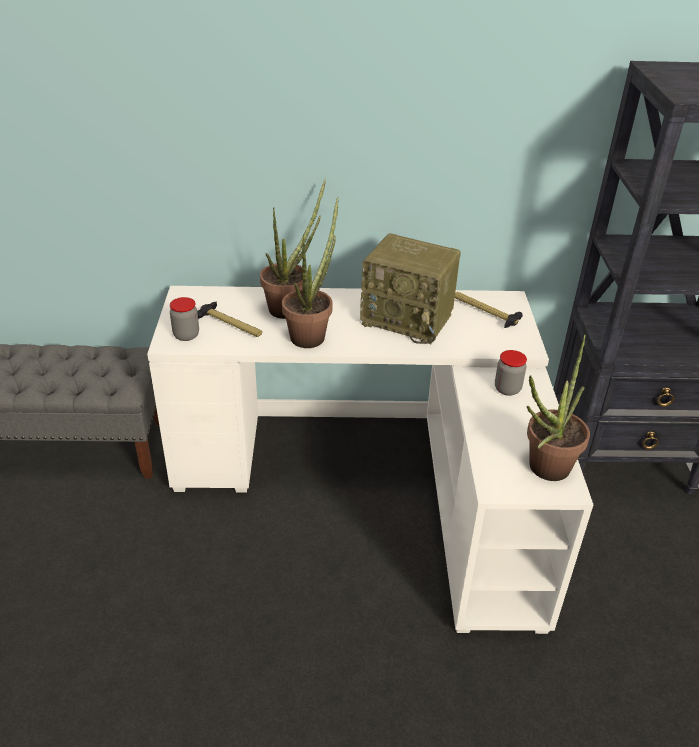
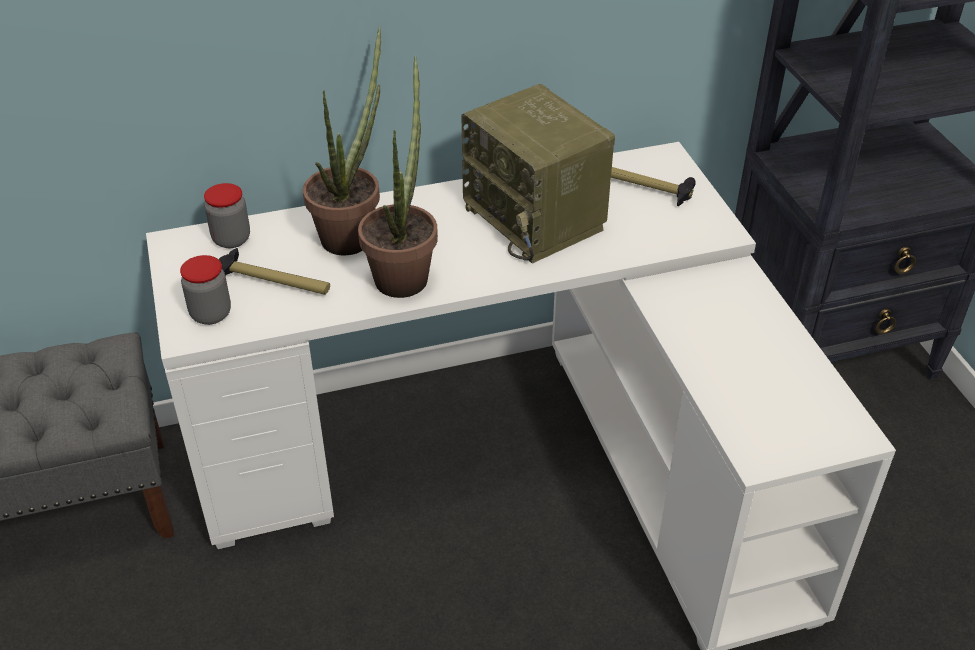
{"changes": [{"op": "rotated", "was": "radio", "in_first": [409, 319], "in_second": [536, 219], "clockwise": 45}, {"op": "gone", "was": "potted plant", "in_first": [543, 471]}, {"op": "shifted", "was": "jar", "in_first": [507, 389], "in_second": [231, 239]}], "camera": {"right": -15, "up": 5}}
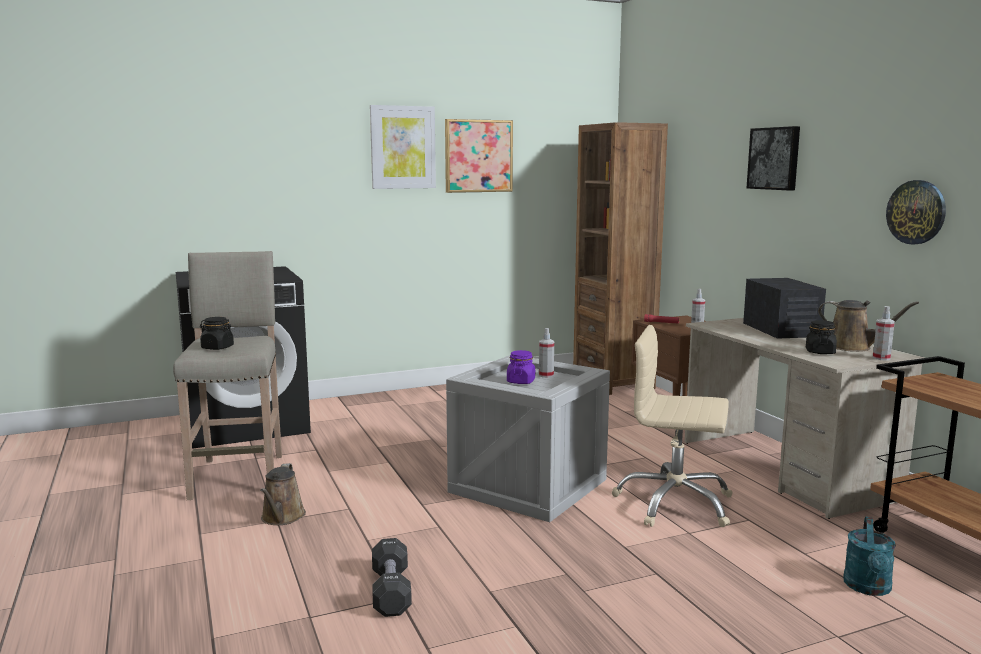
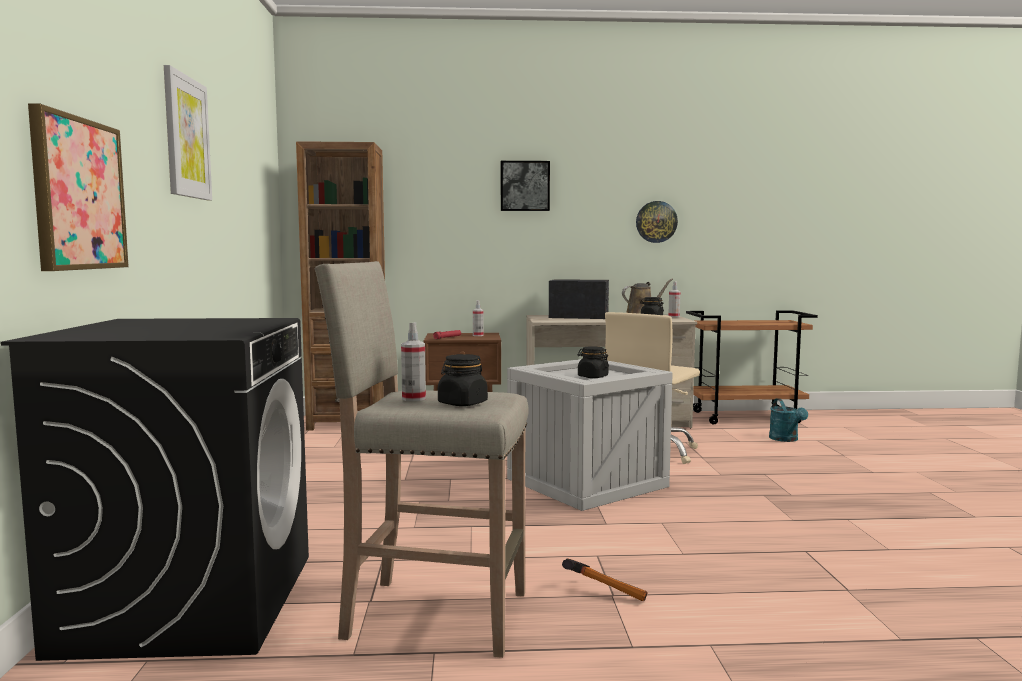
{"changes": [{"op": "shifted", "was": "picture", "in_first": [478, 156], "in_second": [78, 194]}, {"op": "shifted", "was": "spray bottle", "in_first": [546, 375], "in_second": [414, 398]}, {"op": "repainted", "was": "purple jar", "now": "black jar", "in_first": [521, 381], "in_second": [592, 376]}, {"op": "swapped", "was": "brown watering can", "now": "hammer", "in_first": [282, 518], "in_second": [605, 592]}, {"op": "rotated", "was": "turquoise watering can", "in_first": [868, 588], "in_second": [786, 439], "clockwise": 45}, {"op": "gone", "was": "black dumbbell", "in_first": [391, 591]}], "camera": {"right": -70, "up": -5}}
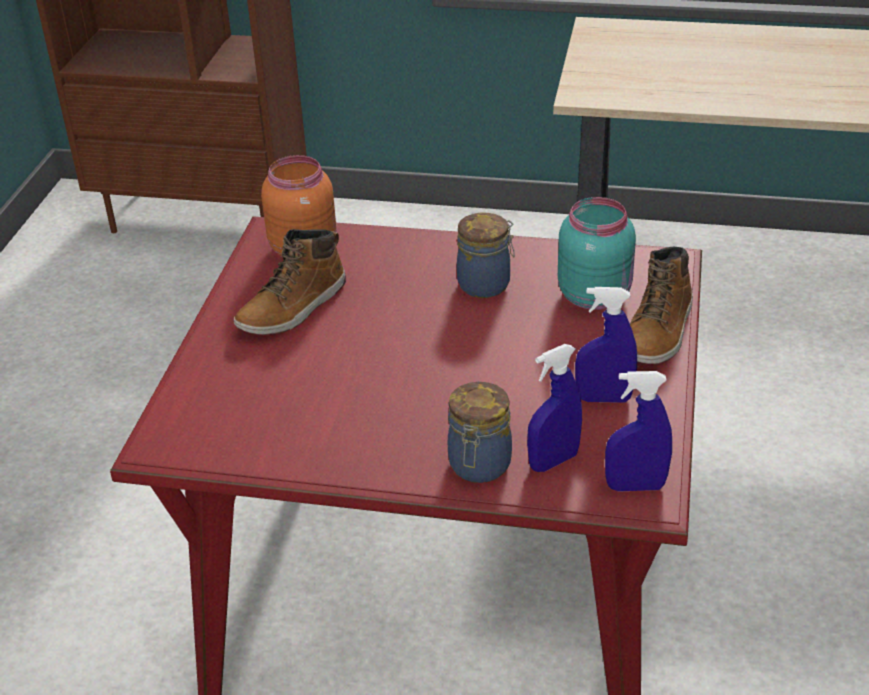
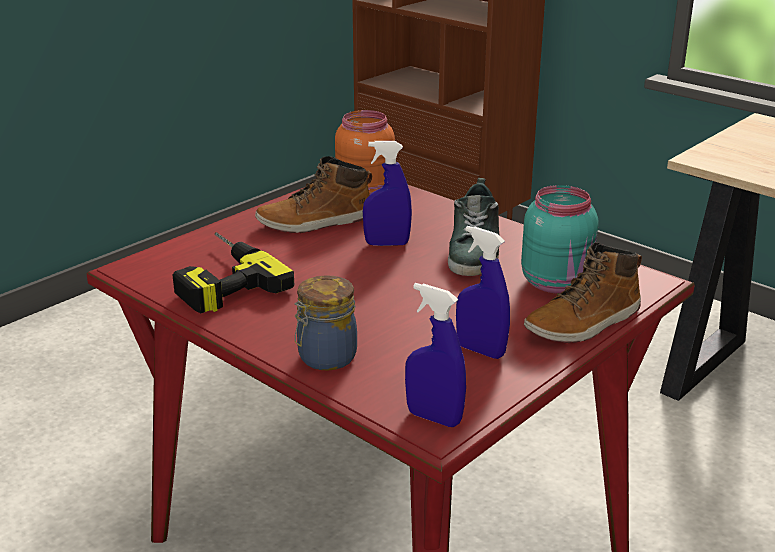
{"changes": [{"op": "swapped", "was": "jar", "now": "shoe", "in_first": [486, 284], "in_second": [475, 250]}, {"op": "shifted", "was": "blue spray bottle", "in_first": [553, 461], "in_second": [387, 244]}, {"op": "new", "now": "power drill", "in_second": [218, 279]}], "camera": {"right": 30, "up": -10}}
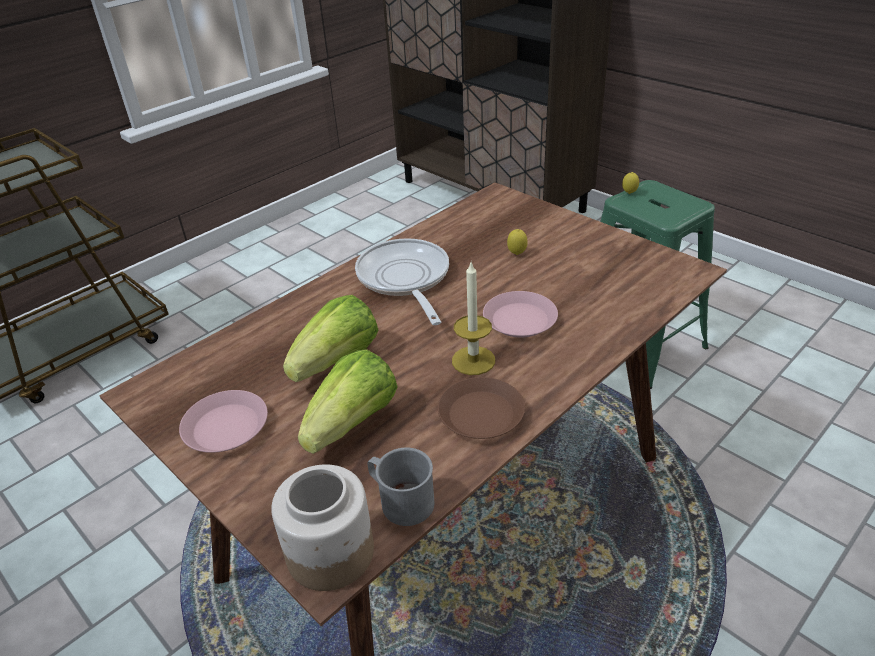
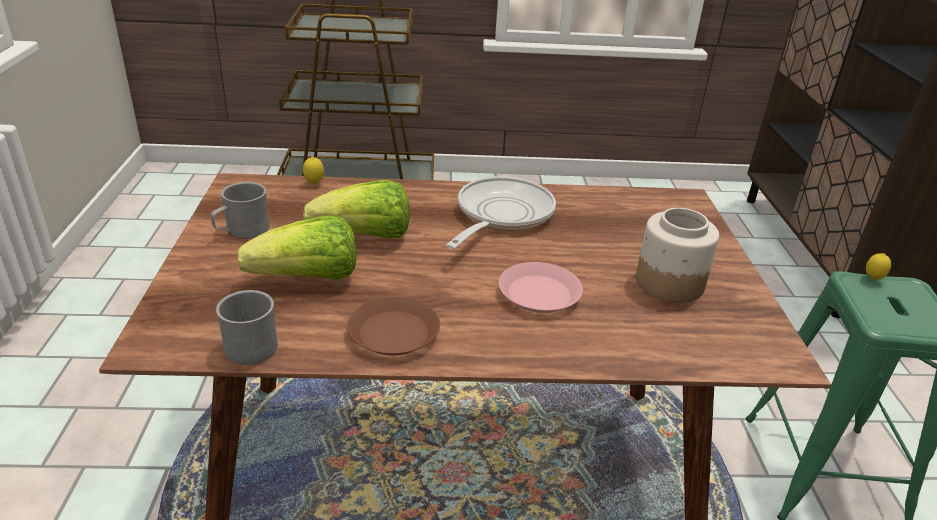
{"changes": [{"op": "shifted", "was": "lemon", "in_first": [517, 254], "in_second": [314, 184]}, {"op": "gone", "was": "candle", "in_first": [473, 360]}, {"op": "swapped", "was": "pink plate", "now": "grey mug", "in_first": [227, 427], "in_second": [242, 231]}, {"op": "shifted", "was": "jar", "in_first": [329, 553], "in_second": [668, 283]}], "camera": {"right": 40, "up": -5}}
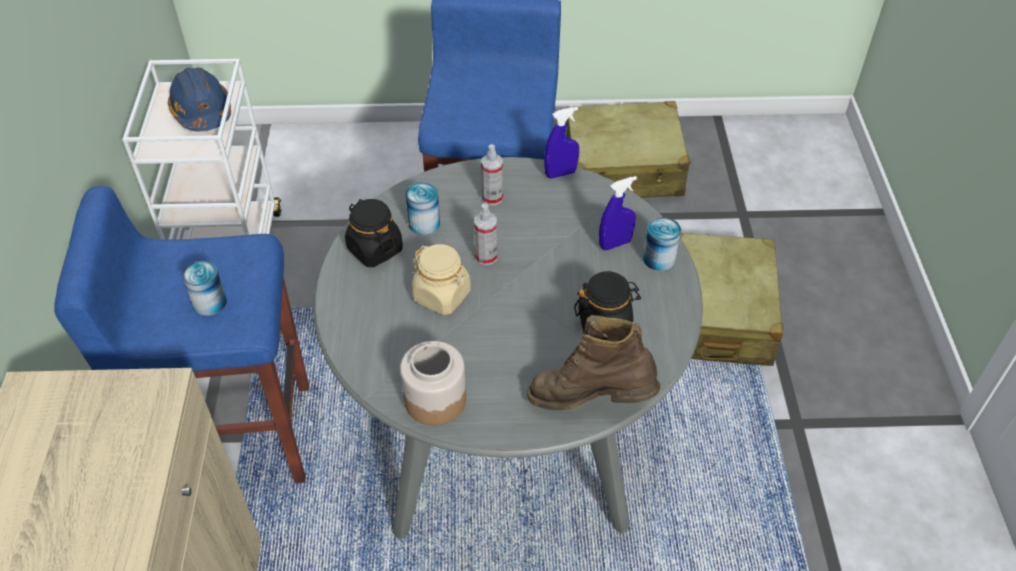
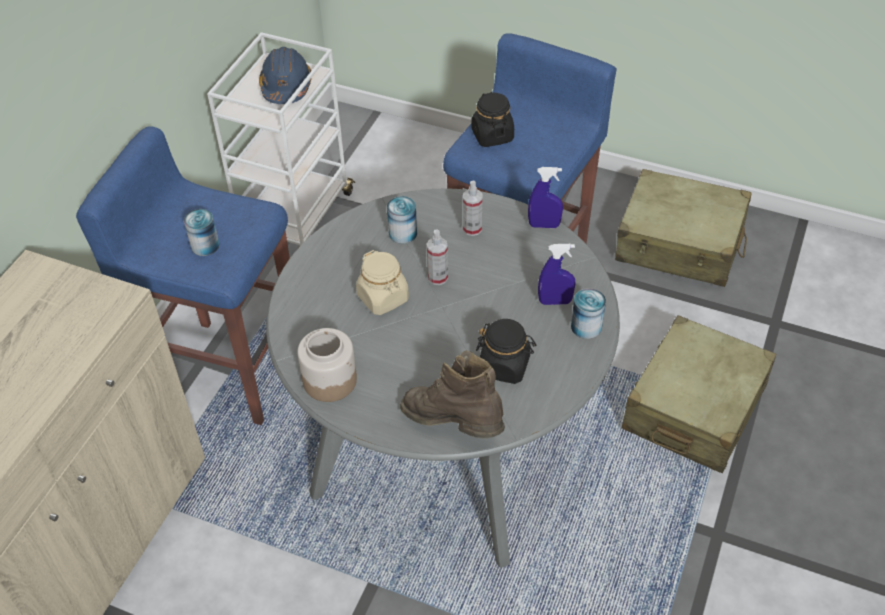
{"changes": [{"op": "shifted", "was": "black jar", "in_first": [374, 249], "in_second": [492, 135]}], "camera": {"right": 25, "up": 0}}
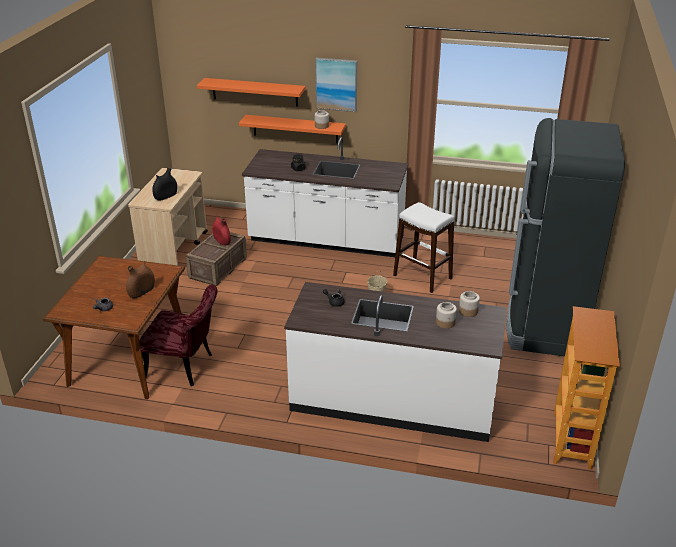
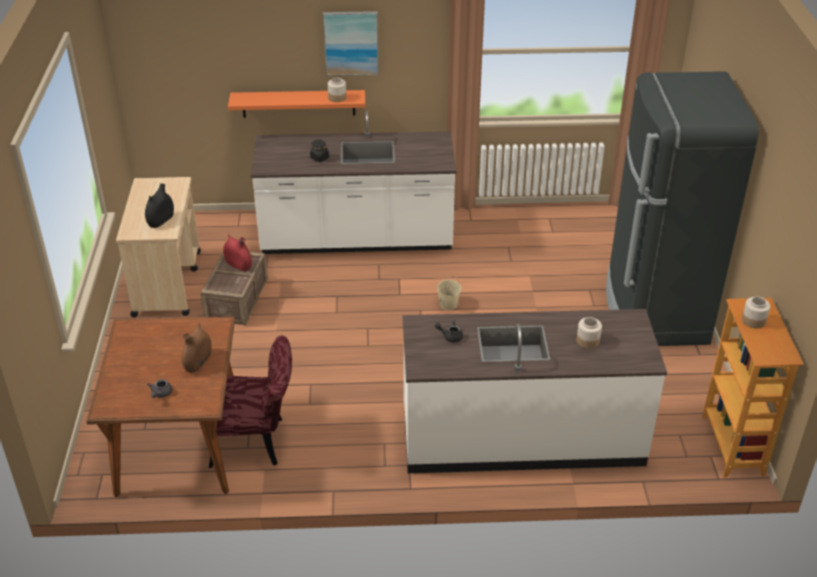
{"changes": [{"op": "gone", "was": "orange shelf", "in_first": [255, 92]}, {"op": "gone", "was": "white stool", "in_first": [422, 277]}, {"op": "shifted", "was": "jar", "in_first": [468, 311], "in_second": [753, 321]}], "camera": {"right": -15, "up": 5}}
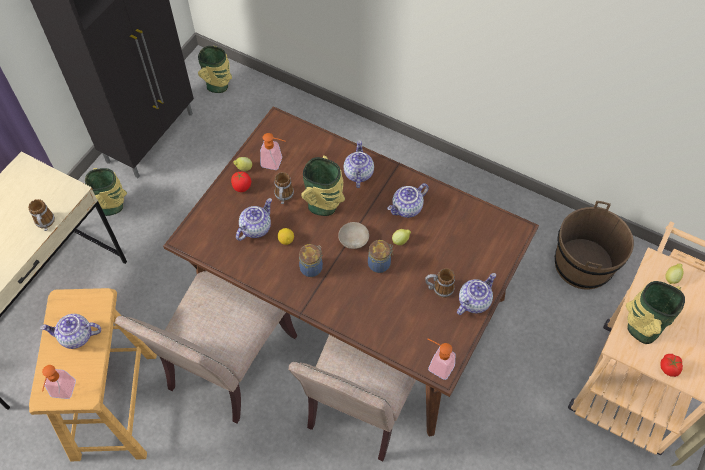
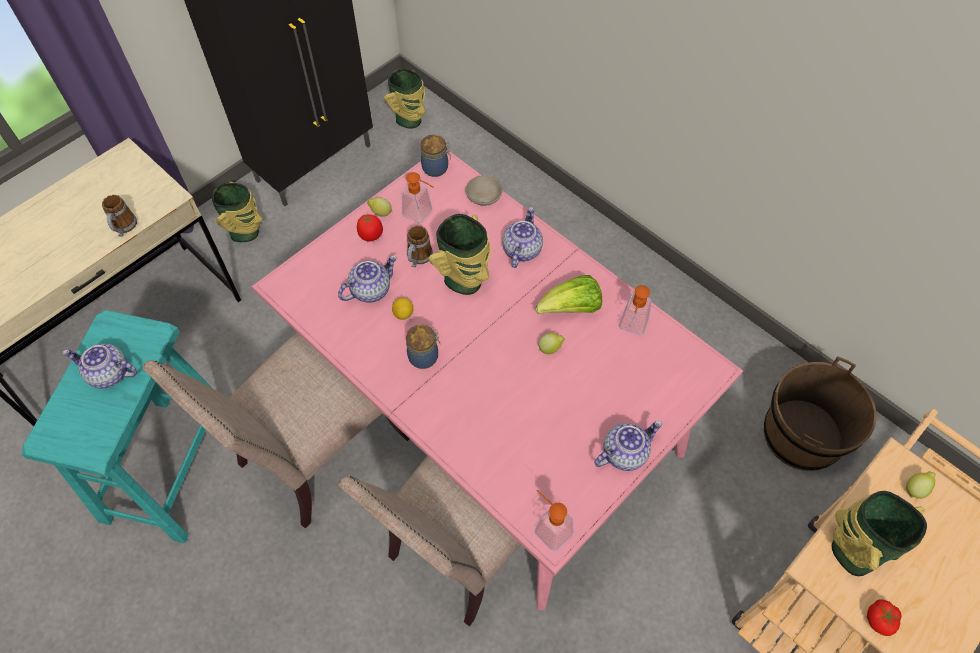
{"changes": [{"op": "repainted", "was": "brown dining table", "now": "pink dining table", "in_first": [350, 305], "in_second": [487, 415]}, {"op": "swapped", "was": "teapot", "now": "lettuce", "in_first": [407, 209], "in_second": [571, 309]}, {"op": "shifted", "was": "beige bowl", "in_first": [354, 239], "in_second": [485, 196]}, {"op": "shifted", "was": "jar", "in_first": [380, 264], "in_second": [436, 168]}, {"op": "gone", "was": "mug", "in_first": [439, 289]}, {"op": "repainted", "was": "beige stool", "now": "turquoise stool", "in_first": [114, 405], "in_second": [170, 468]}, {"op": "shifted", "was": "soap dispenser", "in_first": [62, 393], "in_second": [631, 328]}], "camera": {"right": 15, "up": 0}}
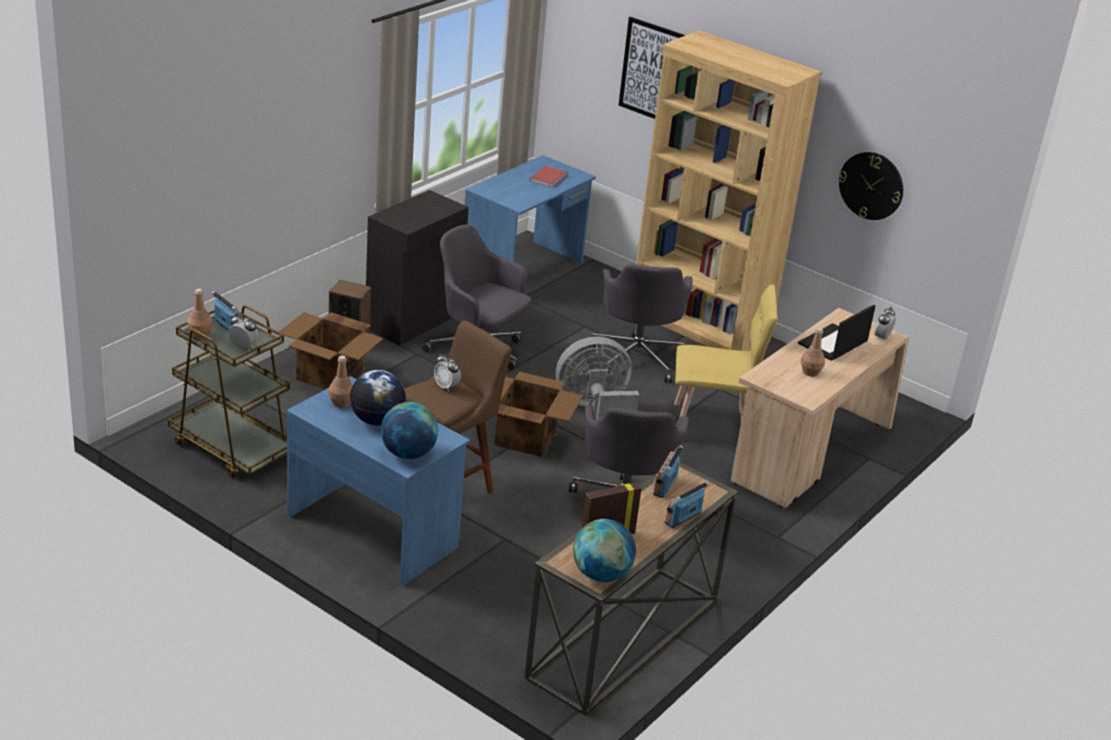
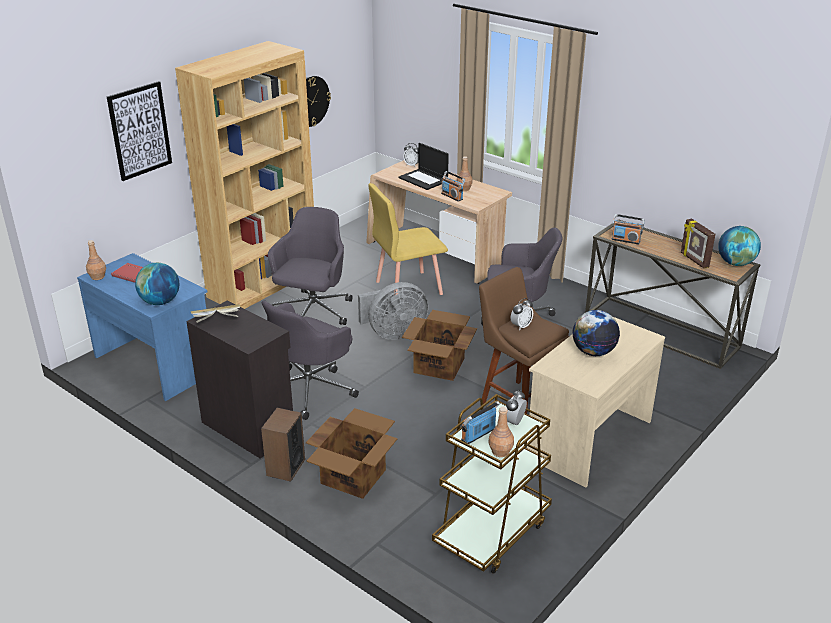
{"changes": [{"op": "rotated", "was": "grey office chair", "in_first": [637, 357], "in_second": [312, 312], "clockwise": -75}, {"op": "rotated", "was": "yellow chair", "in_first": [710, 426], "in_second": [408, 287], "clockwise": -120}, {"op": "rotated", "was": "grey fan", "in_first": [594, 410], "in_second": [393, 333], "clockwise": -105}, {"op": "shifted", "was": "brown bottle", "in_first": [341, 403], "in_second": [98, 277]}, {"op": "repainted", "was": "blue desk", "now": "beige desk", "in_first": [373, 530], "in_second": [588, 438]}, {"op": "shifted", "was": "globe", "in_first": [408, 453], "in_second": [160, 302]}, {"op": "shifted", "was": "radio", "in_first": [683, 518], "in_second": [452, 196]}, {"op": "new", "now": "book", "in_second": [217, 322]}], "camera": {"right": -85, "up": 0}}
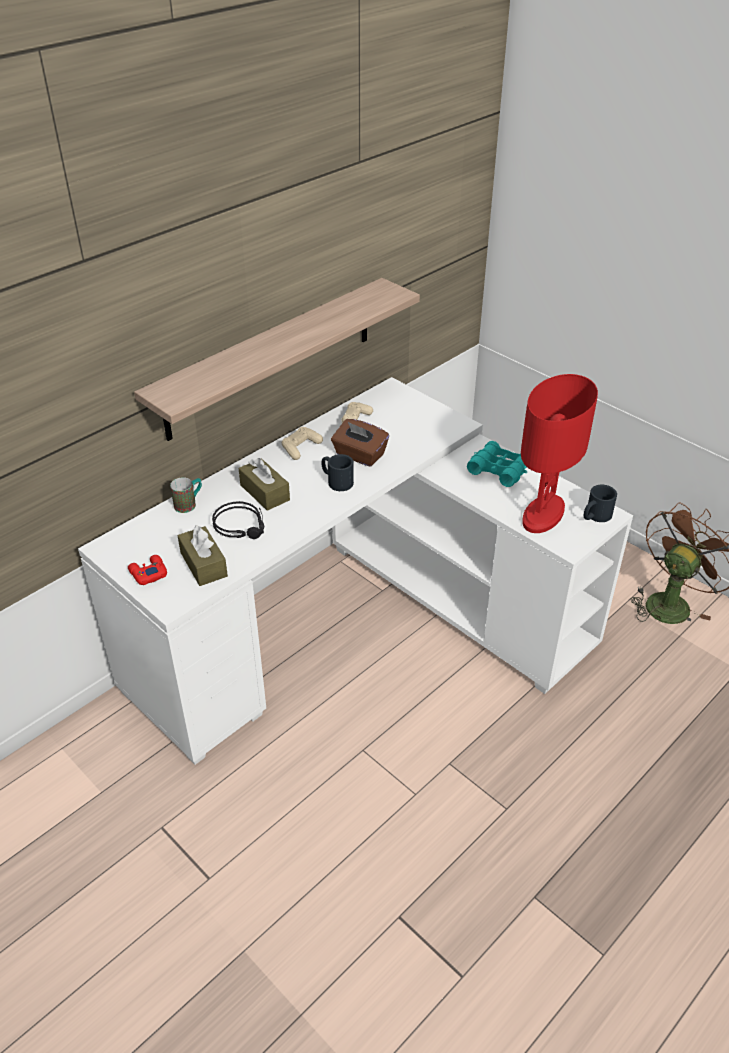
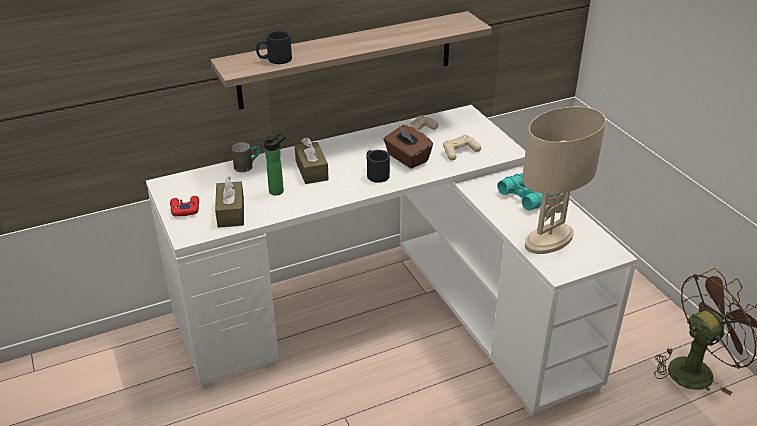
{"changes": [{"op": "repainted", "was": "red table lamp", "now": "beige table lamp", "in_first": [542, 514], "in_second": [548, 239]}, {"op": "shifted", "was": "beige game controller", "in_first": [301, 448], "in_second": [460, 152]}, {"op": "shifted", "was": "black mug", "in_first": [595, 516], "in_second": [274, 59]}, {"op": "swapped", "was": "black headphones", "now": "bottle", "in_first": [242, 525], "in_second": [278, 190]}], "camera": {"right": 20, "up": -5}}
